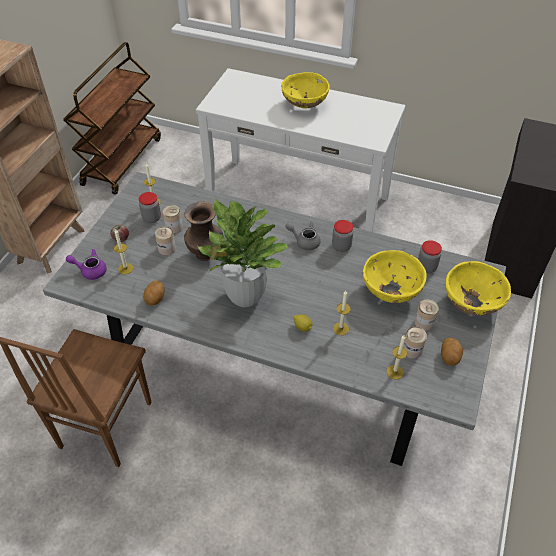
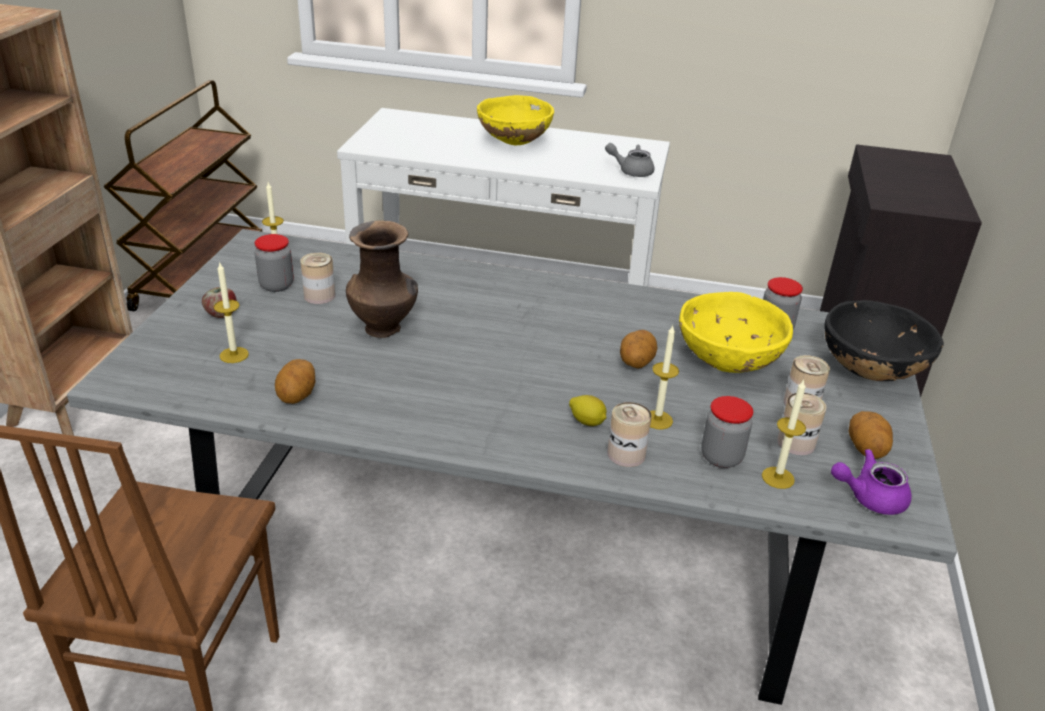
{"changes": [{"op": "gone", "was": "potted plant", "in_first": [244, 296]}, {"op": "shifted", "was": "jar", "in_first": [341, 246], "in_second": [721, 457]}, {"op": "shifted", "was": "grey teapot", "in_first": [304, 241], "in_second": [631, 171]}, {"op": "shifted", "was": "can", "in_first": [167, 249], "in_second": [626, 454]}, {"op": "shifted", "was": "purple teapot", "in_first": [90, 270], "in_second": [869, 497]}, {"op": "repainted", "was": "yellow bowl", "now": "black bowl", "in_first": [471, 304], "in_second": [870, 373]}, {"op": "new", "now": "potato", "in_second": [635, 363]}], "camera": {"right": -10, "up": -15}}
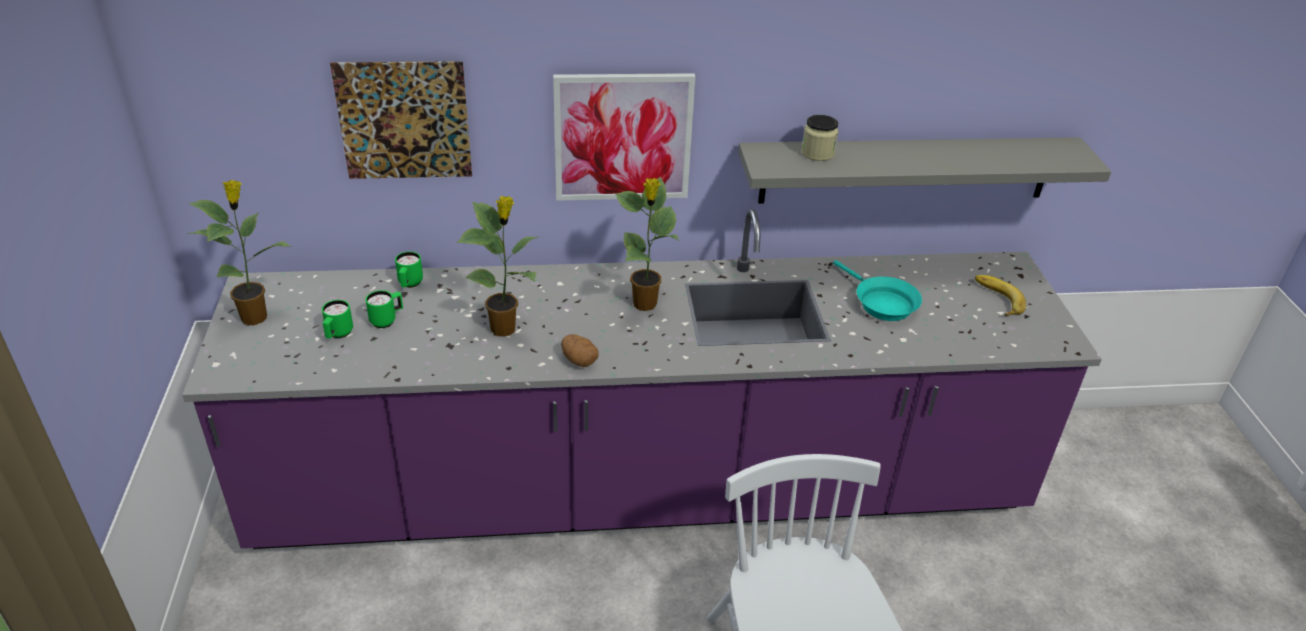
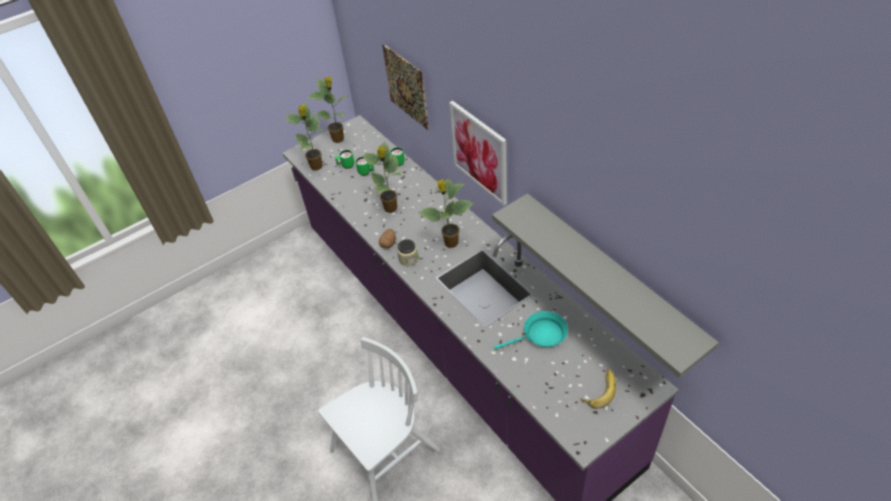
{"changes": [{"op": "shifted", "was": "jar", "in_first": [817, 153], "in_second": [408, 259]}, {"op": "rotated", "was": "turquoise frying pan", "in_first": [881, 303], "in_second": [541, 335], "clockwise": -135}, {"op": "new", "now": "potted plant", "in_second": [317, 167]}], "camera": {"right": 65, "up": 10}}
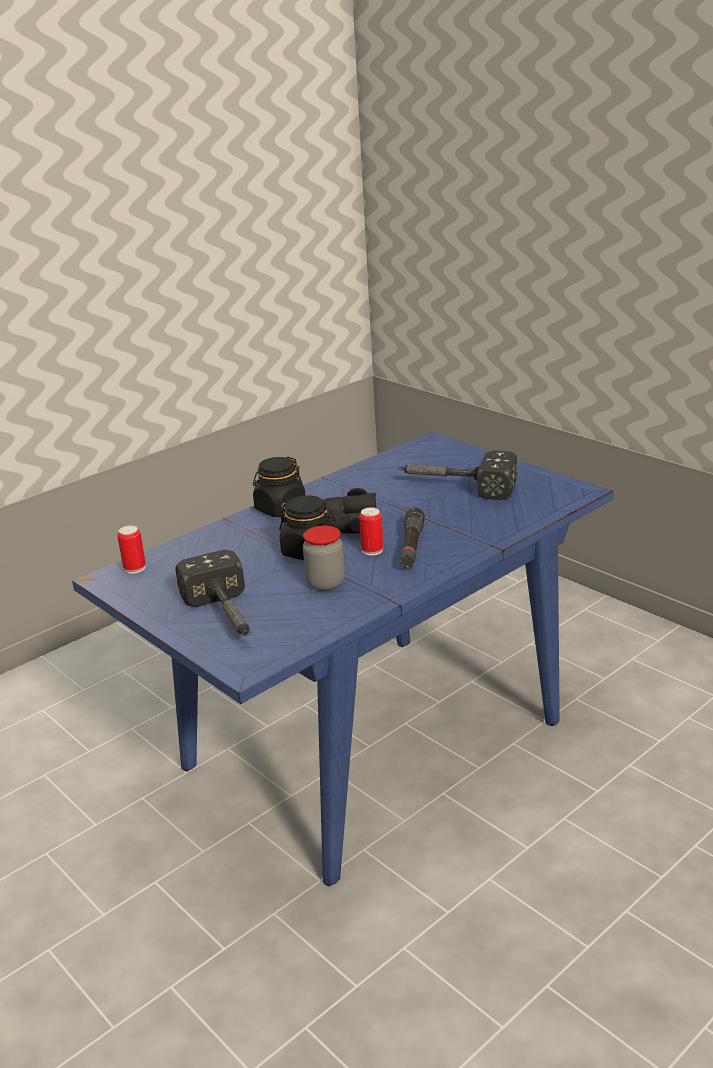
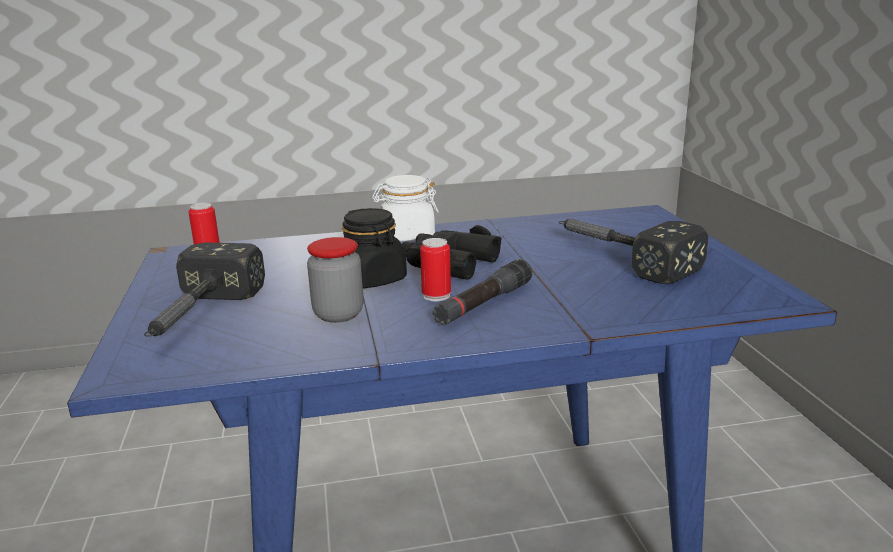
{"changes": [{"op": "repainted", "was": "black jar", "now": "white jar", "in_first": [280, 509], "in_second": [407, 236]}], "camera": {"right": 30, "up": -5}}
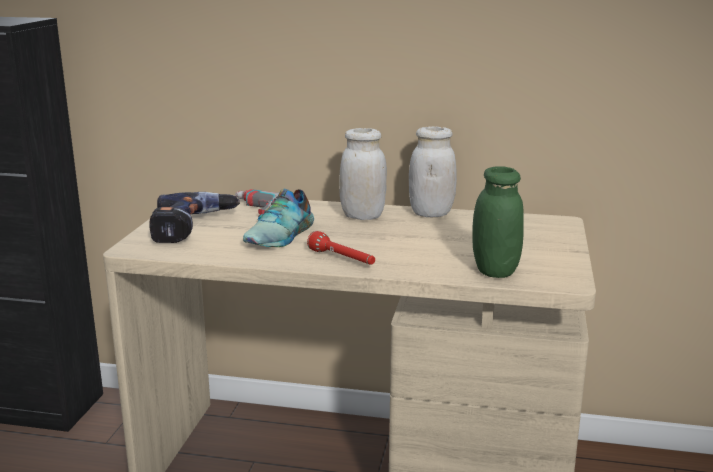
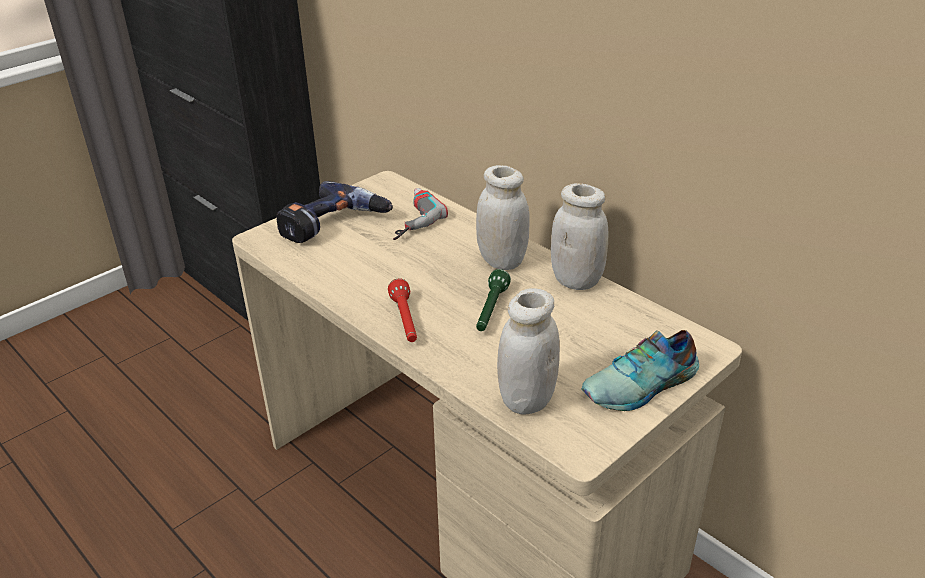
{"changes": [{"op": "repainted", "was": "green jar", "now": "white jar", "in_first": [495, 271], "in_second": [526, 399]}, {"op": "shifted", "was": "shoe", "in_first": [282, 236], "in_second": [642, 386]}, {"op": "new", "now": "green flashlight", "in_second": [491, 310]}], "camera": {"right": 35, "up": 15}}
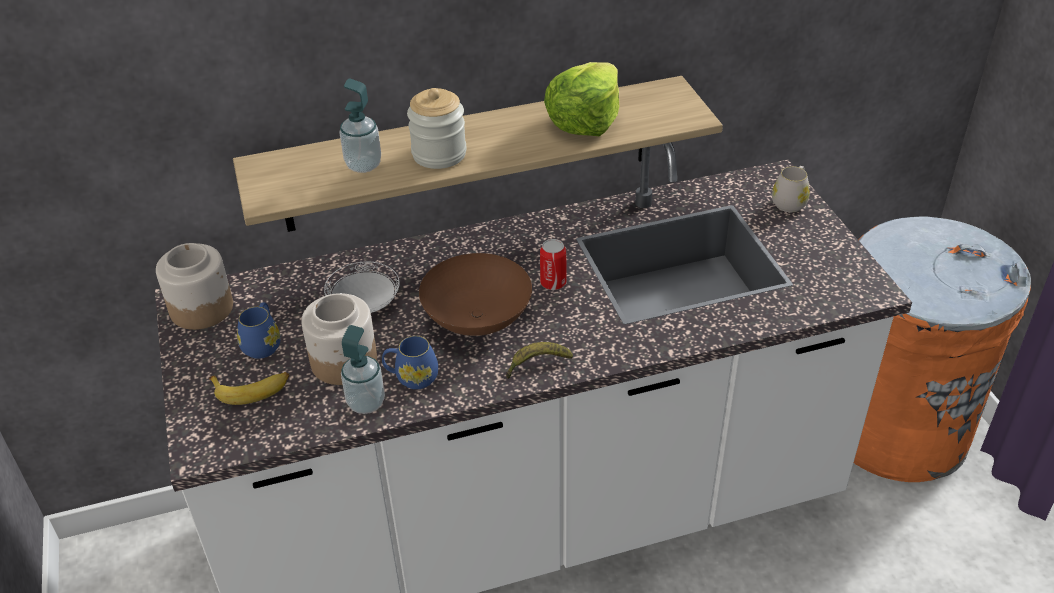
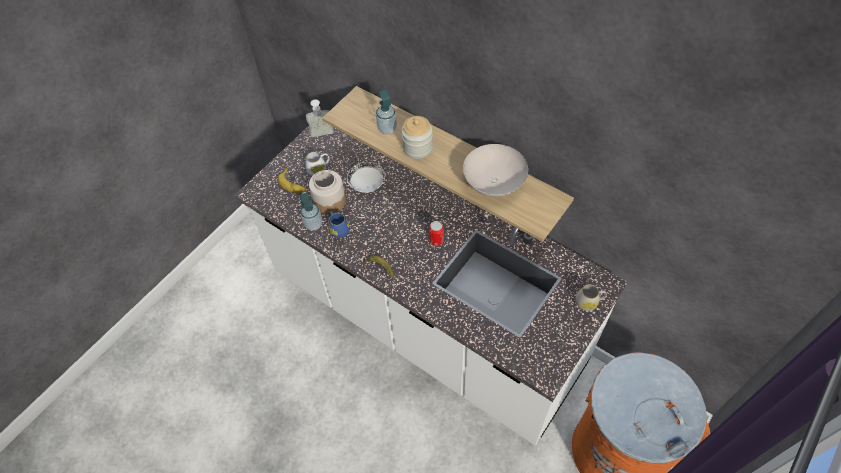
{"changes": [{"op": "swapped", "was": "lettuce", "now": "white bowl", "in_first": [584, 120], "in_second": [493, 183]}, {"op": "swapped", "was": "jar", "now": "soap dispenser", "in_first": [201, 308], "in_second": [322, 136]}, {"op": "gone", "was": "brown bowl", "in_first": [478, 321]}, {"op": "repainted", "was": "blue mug", "now": "white mug", "in_first": [263, 343], "in_second": [319, 169]}], "camera": {"right": 55, "up": 15}}
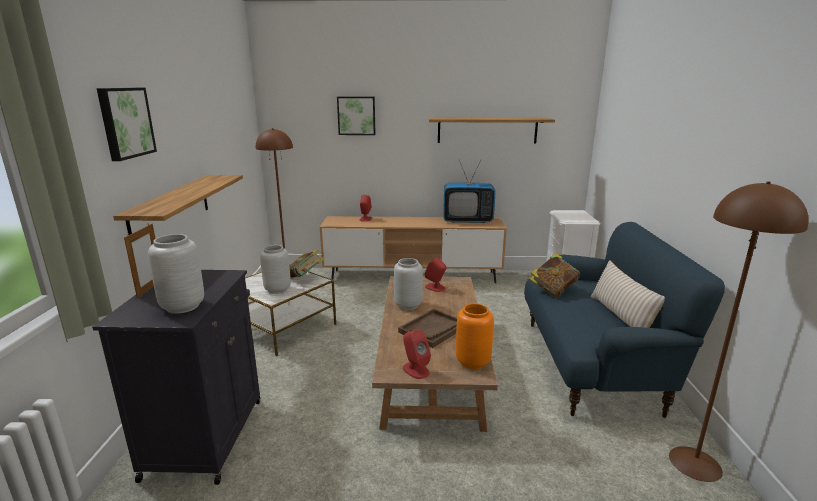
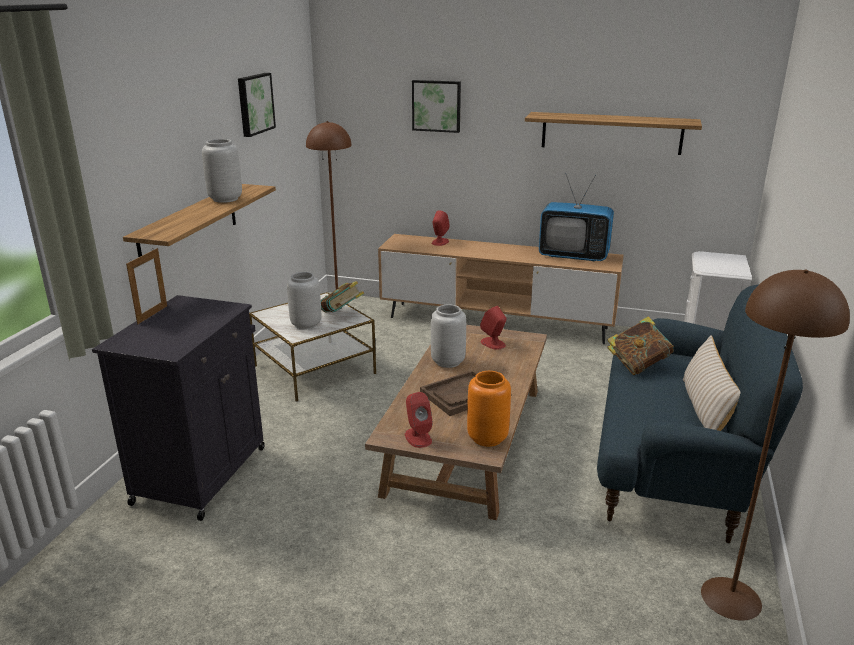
{"changes": [{"op": "shifted", "was": "picture", "in_first": [125, 122], "in_second": [254, 104]}, {"op": "shifted", "was": "grey vase", "in_first": [182, 306], "in_second": [225, 199]}], "camera": {"right": 15, "up": 5}}
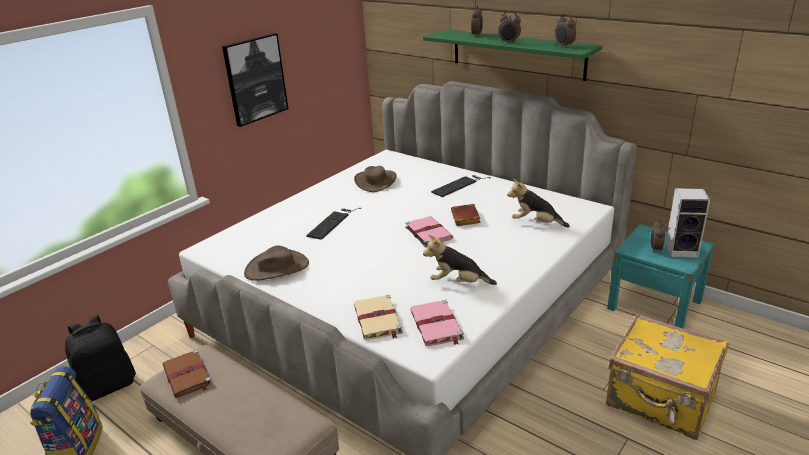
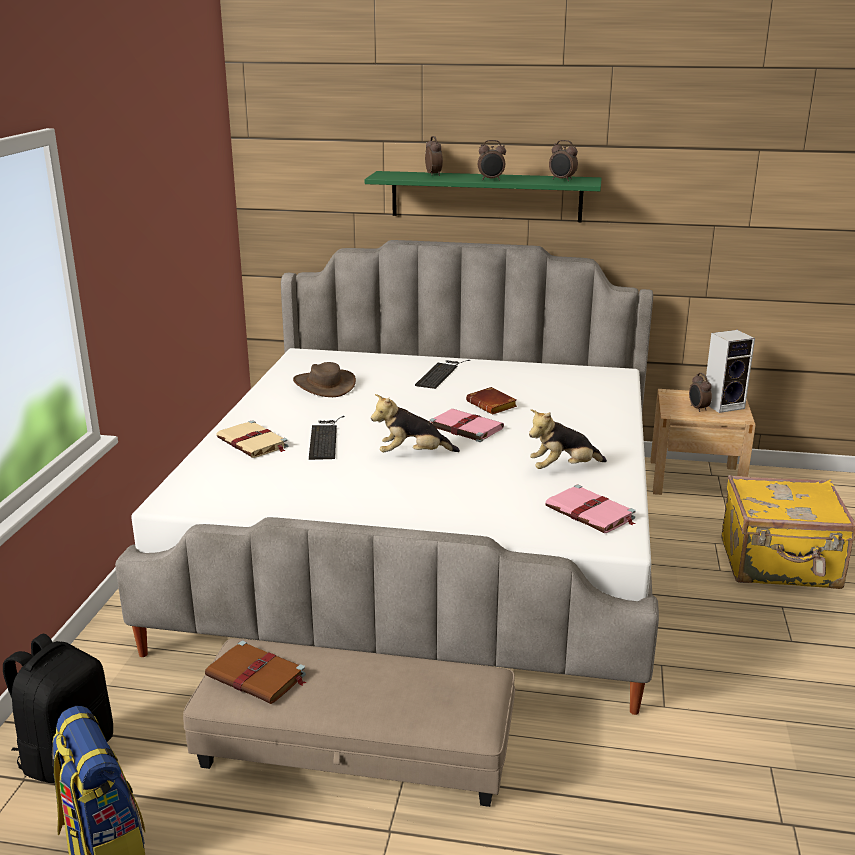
{"changes": [{"op": "gone", "was": "picture", "in_first": [255, 79]}, {"op": "shifted", "was": "plush toy", "in_first": [536, 223], "in_second": [412, 454]}, {"op": "repainted", "was": "turquoise nightstand", "now": "beige nightstand", "in_first": [654, 305], "in_second": [695, 479]}, {"op": "gone", "was": "brown hat", "in_first": [277, 268]}, {"op": "shifted", "was": "beige book", "in_first": [378, 320], "in_second": [253, 443]}], "camera": {"right": -30, "up": -5}}
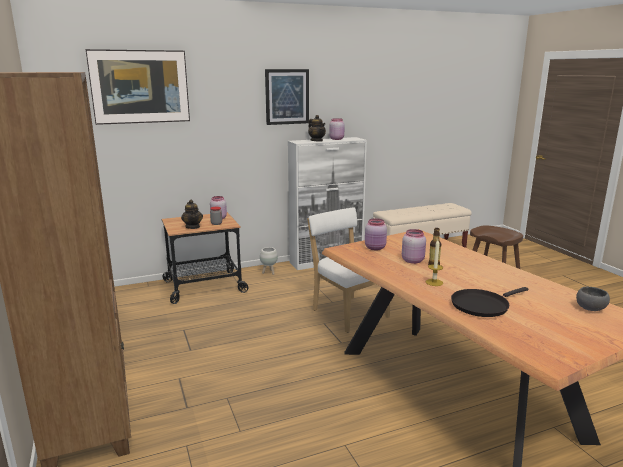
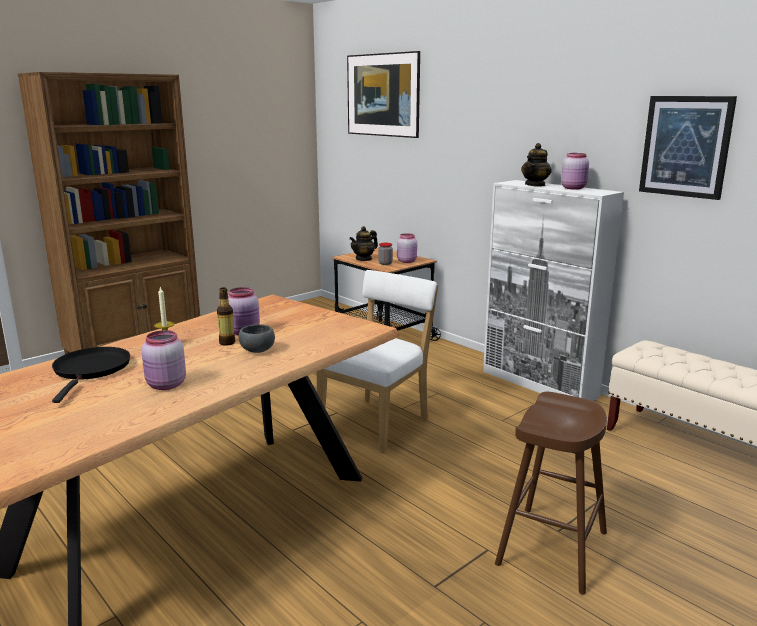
{"changes": [{"op": "shifted", "was": "picture", "in_first": [287, 96], "in_second": [685, 146]}, {"op": "shifted", "was": "pink jar", "in_first": [375, 248], "in_second": [165, 385]}, {"op": "gone", "was": "white planter", "in_first": [269, 272]}, {"op": "shifted", "was": "grey bowl", "in_first": [591, 309], "in_second": [257, 351]}, {"op": "rotated", "was": "black frying pan", "in_first": [482, 305], "in_second": [91, 370], "clockwise": 45}], "camera": {"right": 70, "up": 0}}
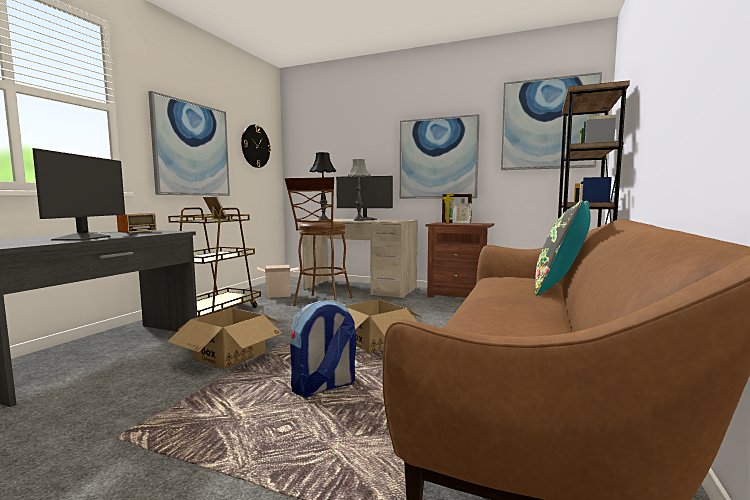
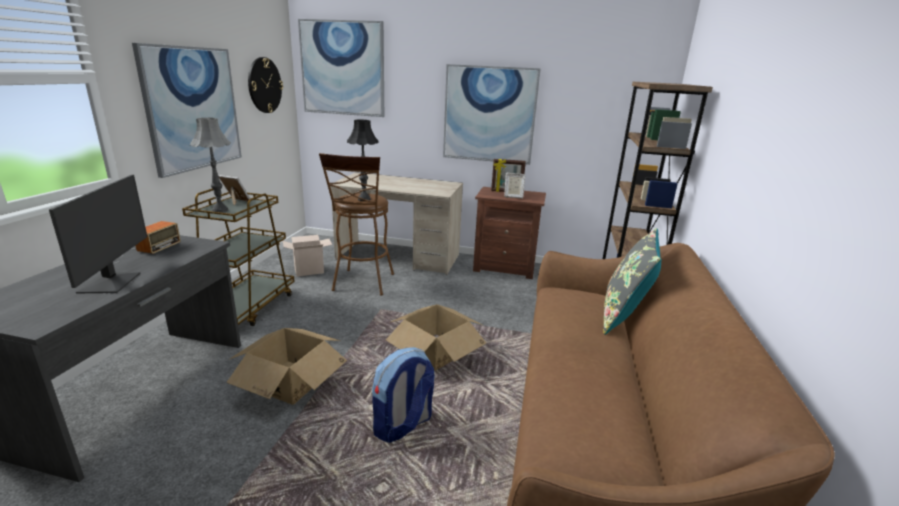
{"changes": [{"op": "shifted", "was": "picture", "in_first": [548, 124], "in_second": [342, 68]}, {"op": "shifted", "was": "grey table lamp", "in_first": [359, 220], "in_second": [220, 210]}, {"op": "gone", "was": "monitor", "in_first": [365, 219]}], "camera": {"right": -10, "up": 15}}
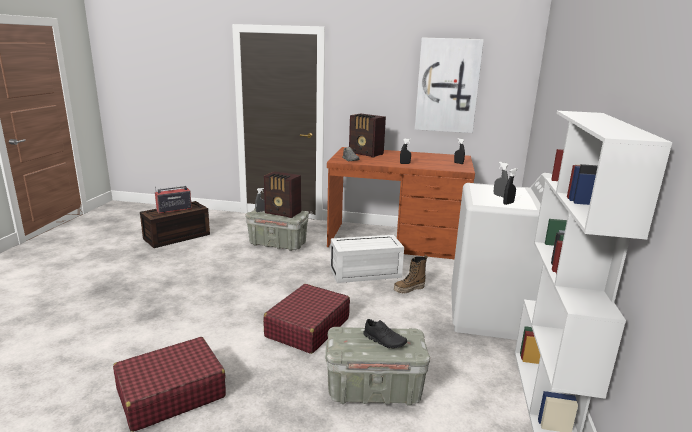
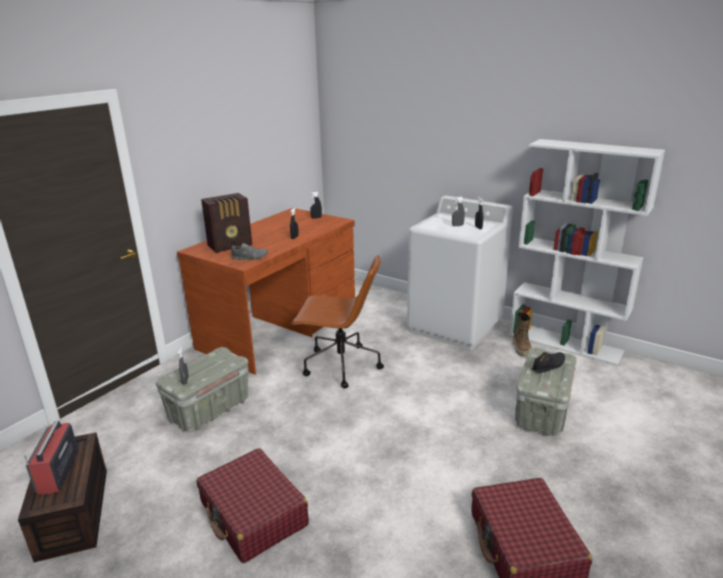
{"changes": [{"op": "gone", "was": "picture", "in_first": [447, 86]}, {"op": "gone", "was": "radio", "in_first": [283, 213]}, {"op": "swapped", "was": "white storage box", "now": "brown office chair", "in_first": [364, 273], "in_second": [340, 366]}, {"op": "shifted", "was": "boot", "in_first": [409, 289], "in_second": [521, 349]}, {"op": "shifted", "was": "red suitcase", "in_first": [307, 327], "in_second": [253, 515]}], "camera": {"right": -65, "up": 5}}
